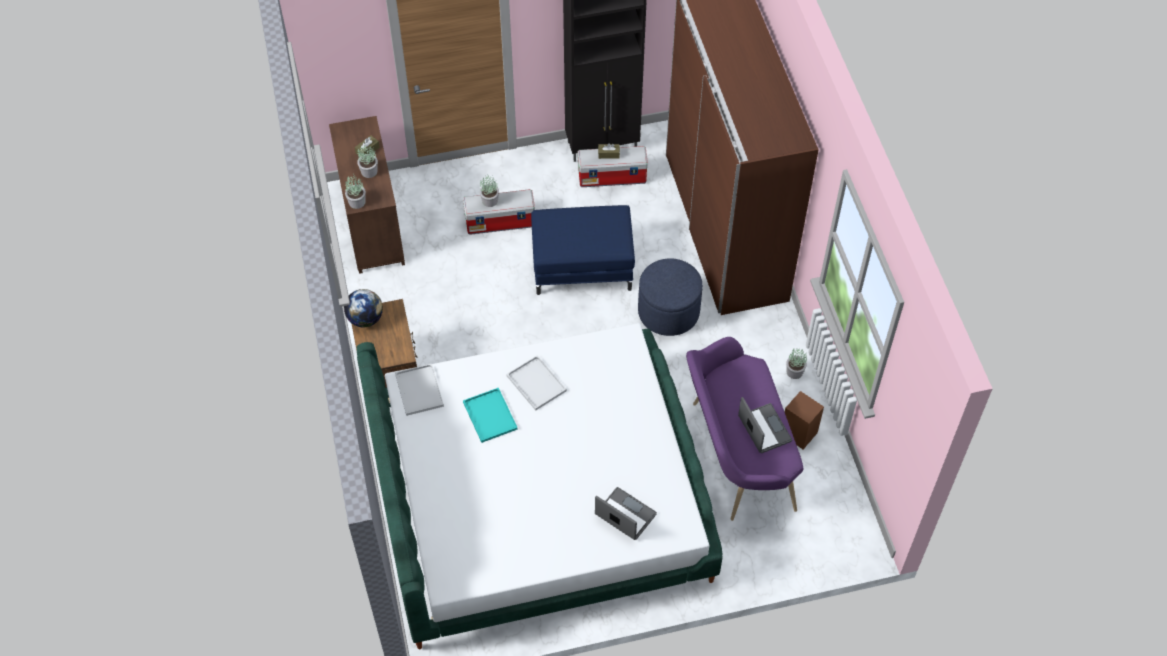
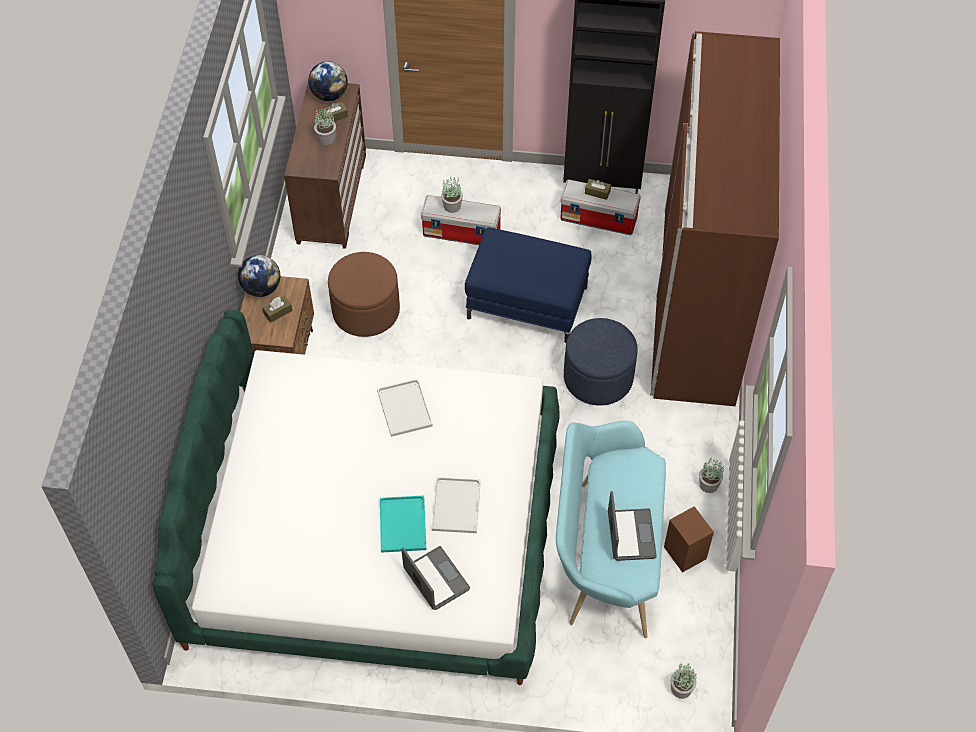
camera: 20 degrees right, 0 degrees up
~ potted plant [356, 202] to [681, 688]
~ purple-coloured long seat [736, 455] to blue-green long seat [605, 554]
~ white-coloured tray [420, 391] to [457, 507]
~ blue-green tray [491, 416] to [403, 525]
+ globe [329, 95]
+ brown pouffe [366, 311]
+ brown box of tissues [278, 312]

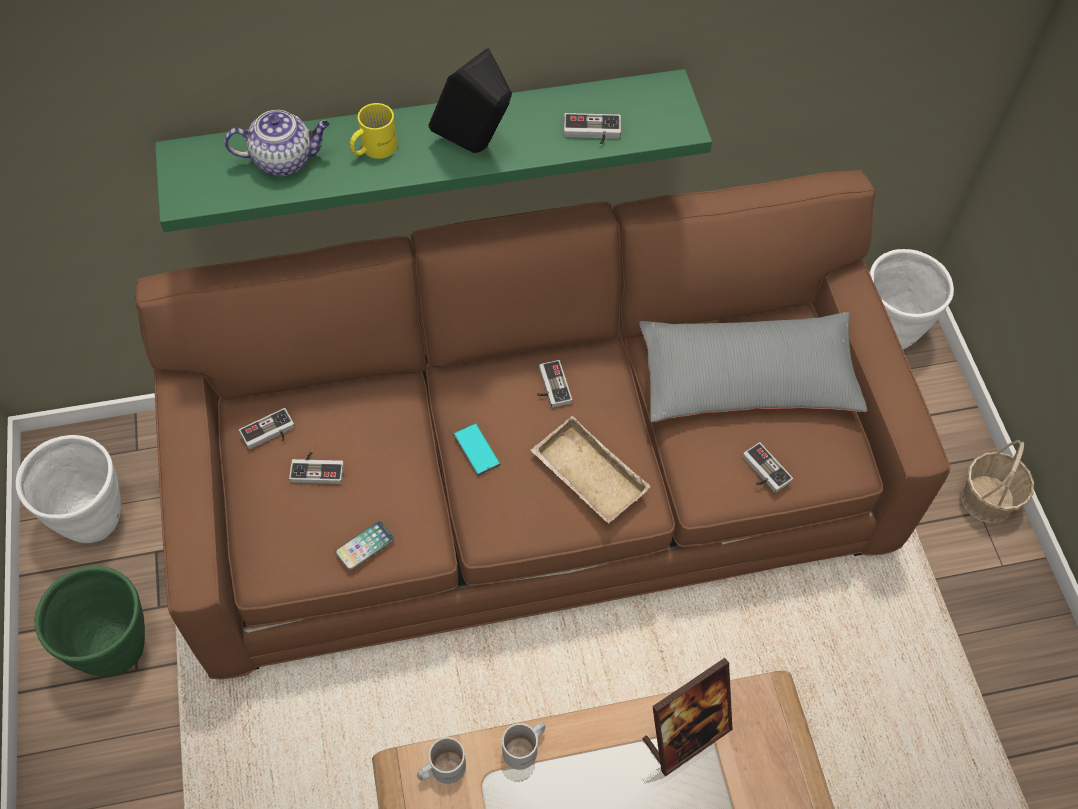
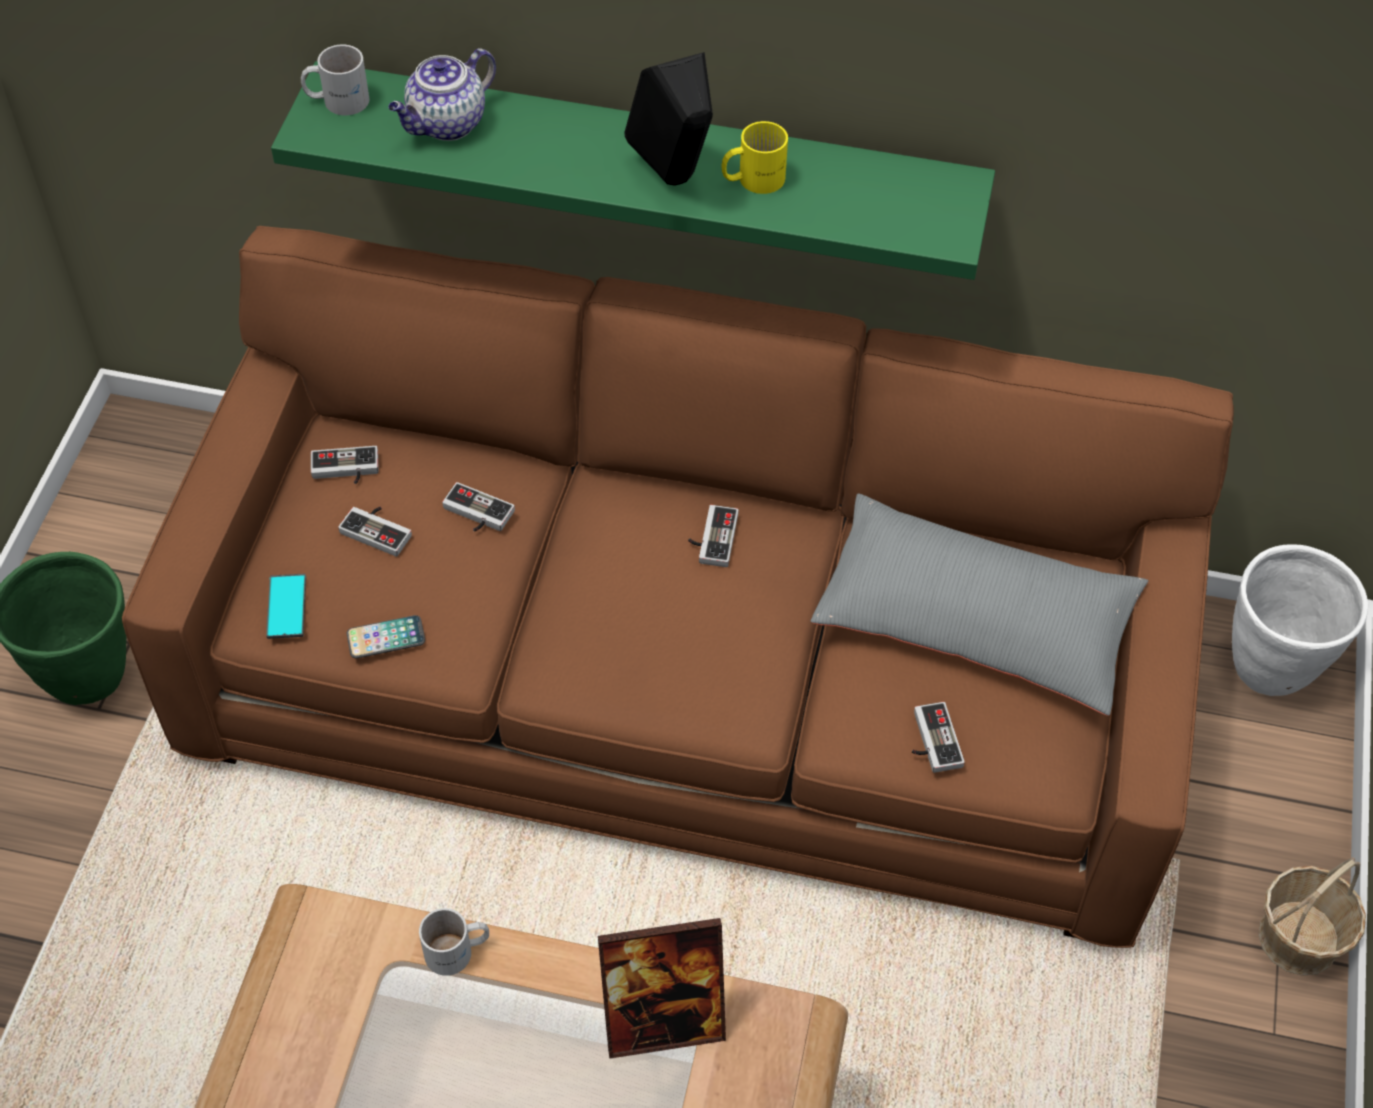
camera: 25 degrees right, 5 degrees down
~ yellow-coloured mug [372, 148] to [752, 178]
~ teapot [284, 160] = [446, 124] 120 degrees clockwise
~ game controller [592, 133] to [475, 515]
- beige-coloured tray [585, 476]
~ phone [476, 449] to [286, 607]
- white-coloured planter [93, 519]
~ white-coloured mug [441, 768] to [337, 99]

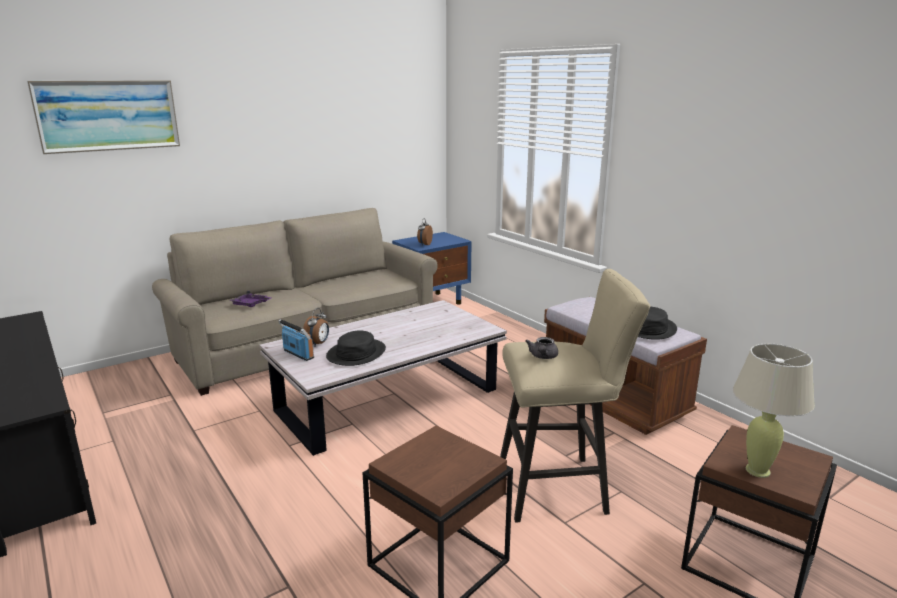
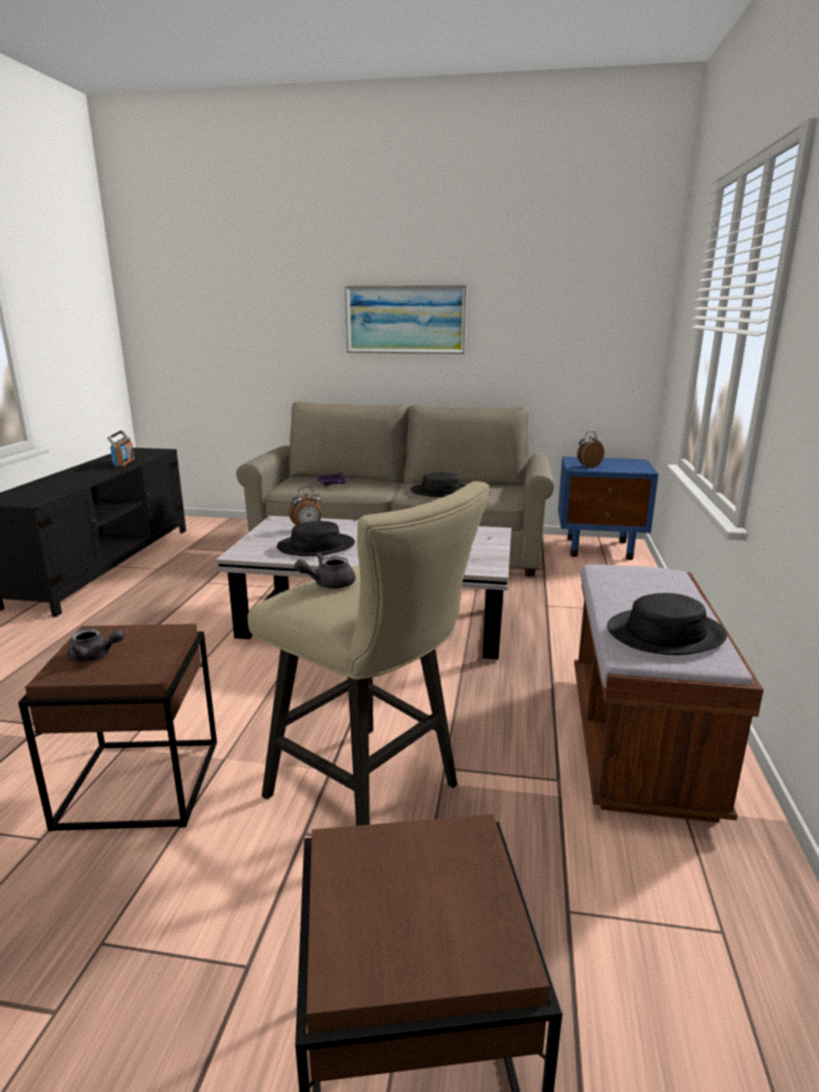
camera: 45 degrees right, 0 degrees up
~ wall picture [108, 115] to [405, 319]
~ radio set [298, 354] to [124, 464]
- beige-coloured lamp for a table [757, 470]
+ blackish clothing hat [440, 491]
+ gray teapot [95, 656]

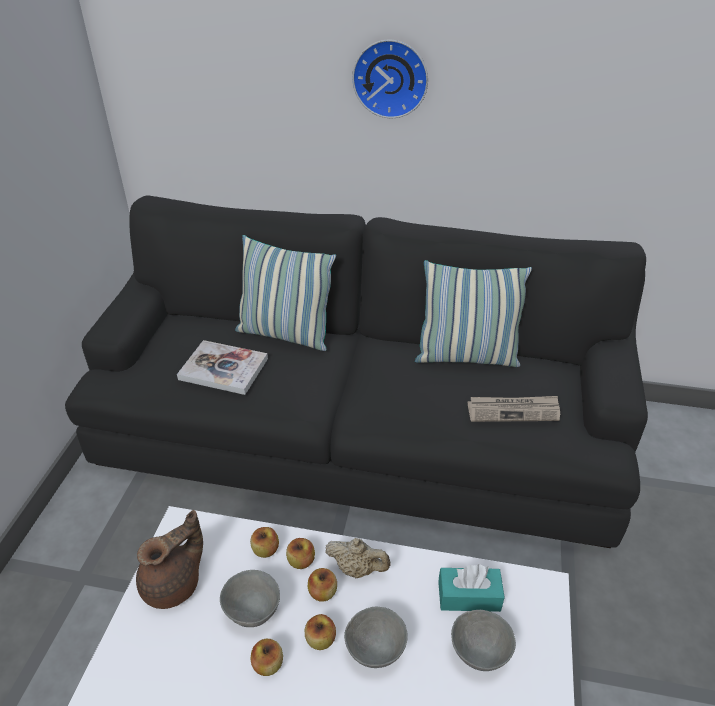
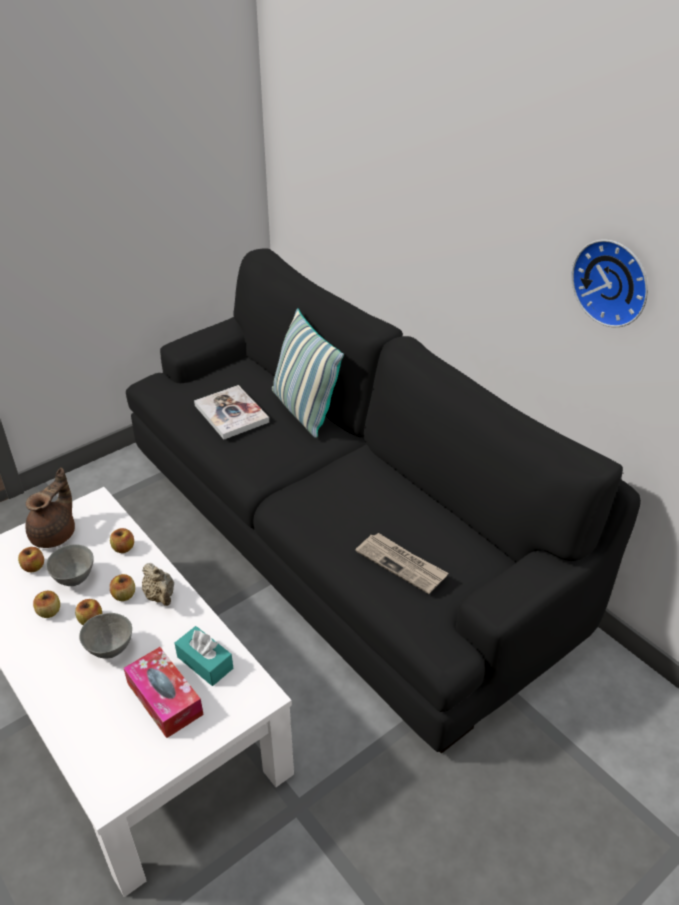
camera: 40 degrees right, 0 degrees up
~ clock on the wall [390, 78] to [613, 281]
- pillow [466, 357]
~ brown teapot [174, 584] = [55, 534] 60 degrees counterclockwise
~ apple fruit [301, 561] to [34, 567]
~ gray serving bowl [478, 655] to box of tissues [165, 699]

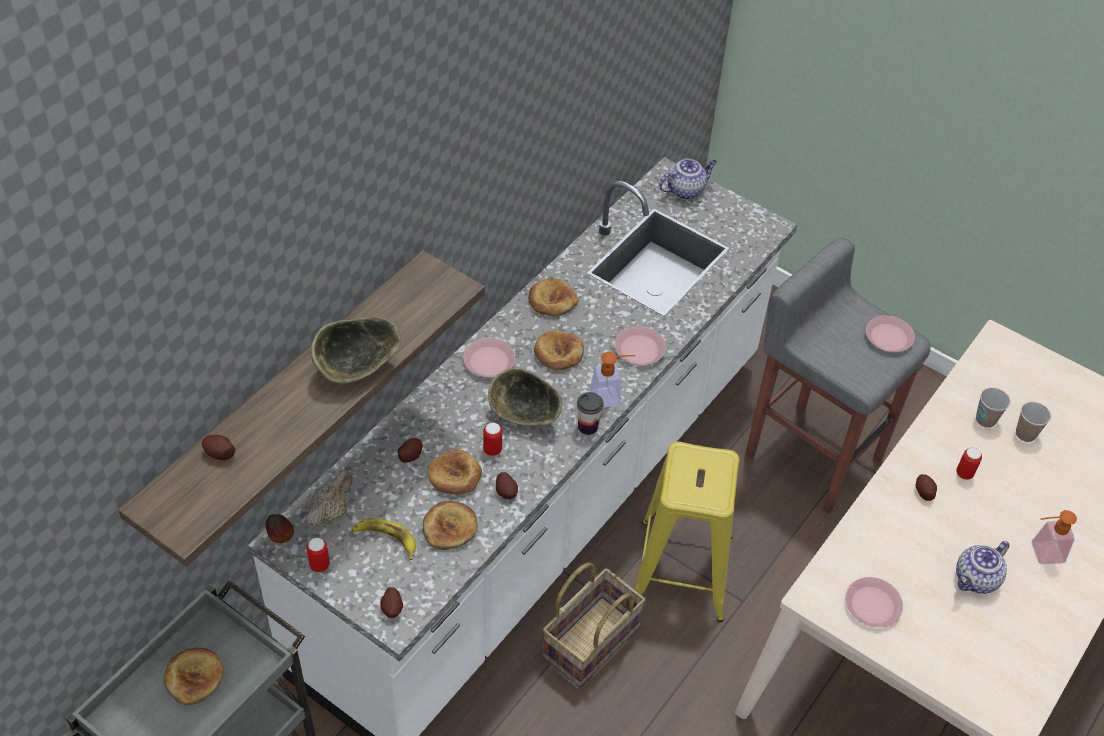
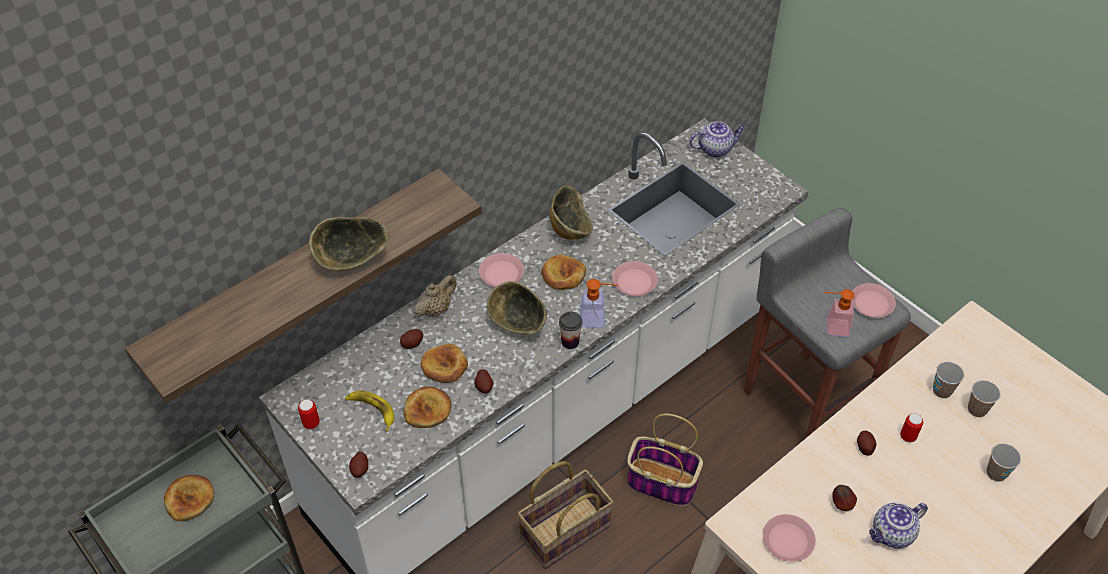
camera: 15 degrees right, 0 degrees up
~ baked bread [552, 300] to serving bowl [570, 229]
- sealed can [492, 450]
- potato [219, 453]
~ yellow-coloured sitting stool [681, 570] to storage basket [660, 482]
~ beige-coloured teapot [331, 513] to [436, 309]
~ soap bottle [1041, 553] to [832, 327]
~ apple fruit [280, 537] to [841, 505]
+ cup [996, 473]

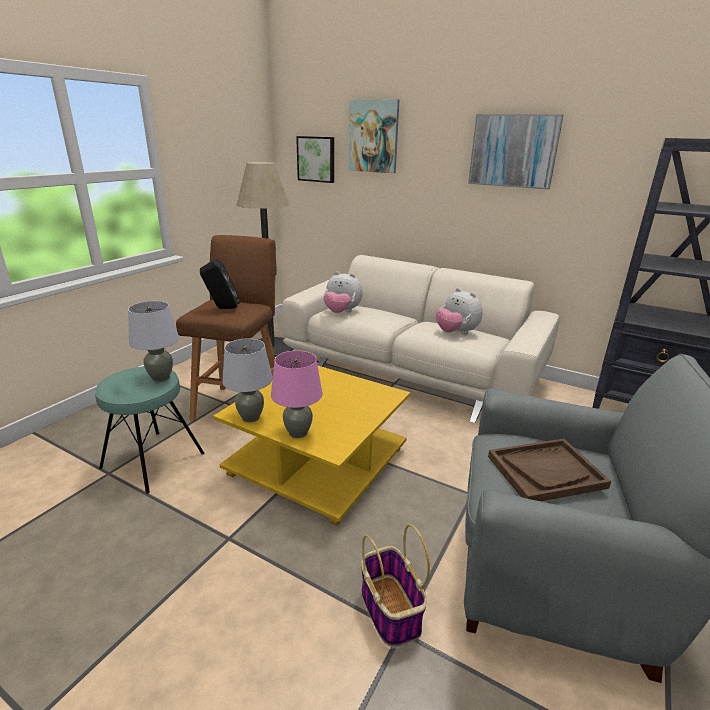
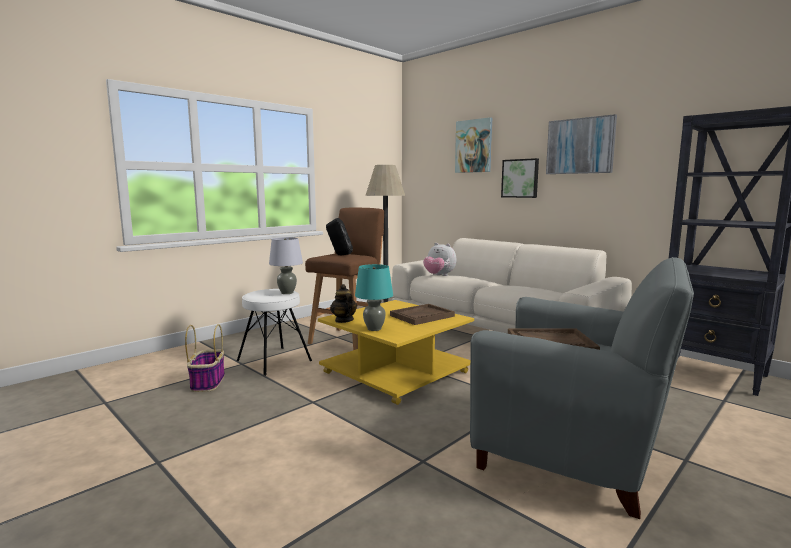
camera: 15 degrees right, 15 degrees down
~ wall picture [316, 159] to [520, 178]
- plush toy [456, 333]
~ gray lamp for a table [251, 417] to teapot [343, 320]
~ pink-coloured lamp for a table [298, 433] to blue-green lamp for a table [374, 329]
~ blue-green sitting stool [153, 460] to white-coloured sitting stool [274, 361]
~ storage basket [389, 609] to [208, 382]
+ brown tray [422, 316]

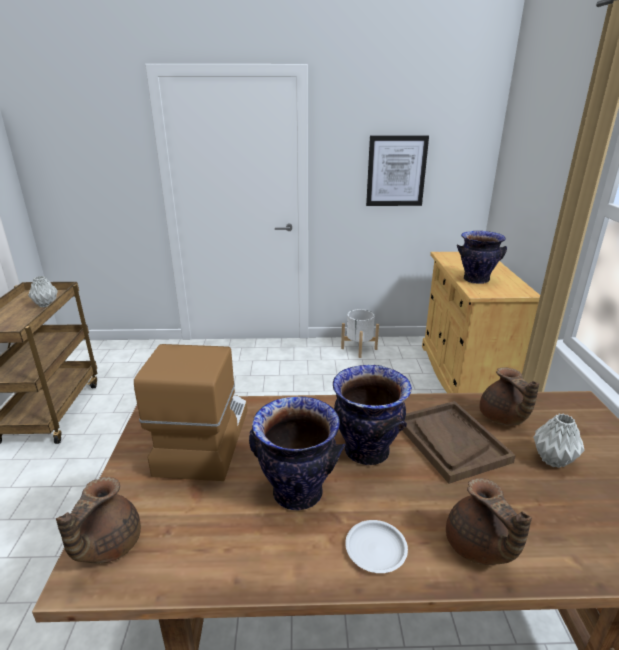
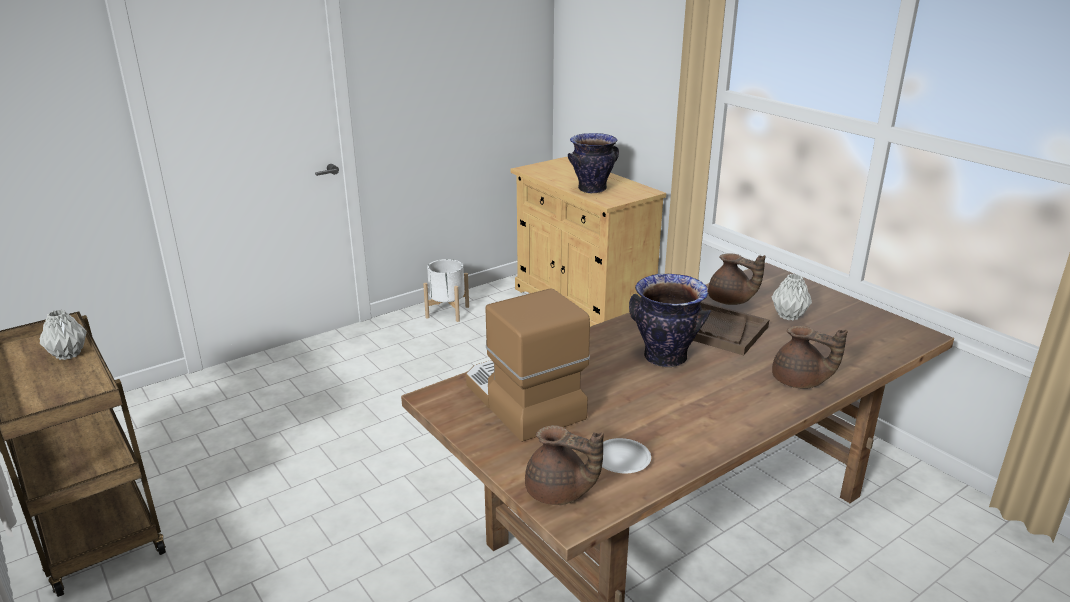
camera: 35 degrees left, 0 degrees up
- wall picture [396, 171]
- flower vase [298, 492]
~ brown teapot [107, 545] = [559, 493] 45 degrees counterclockwise
~ white-coloured dinner plate [376, 549] to [622, 459]

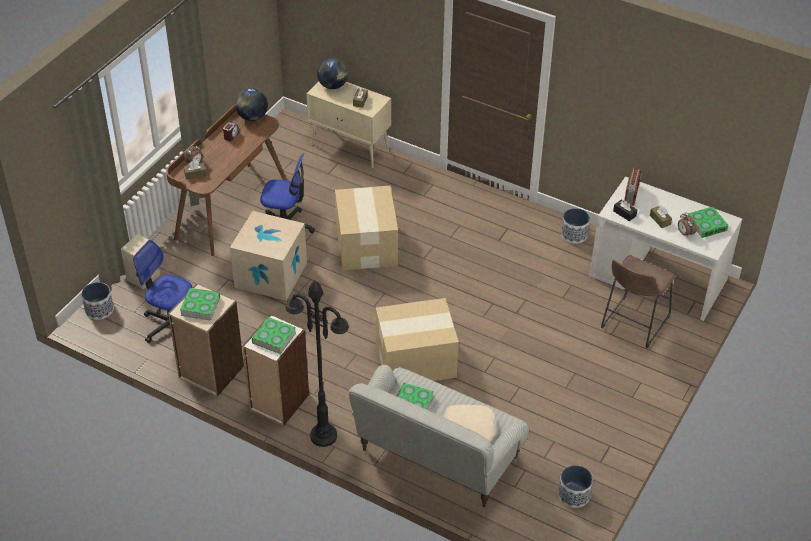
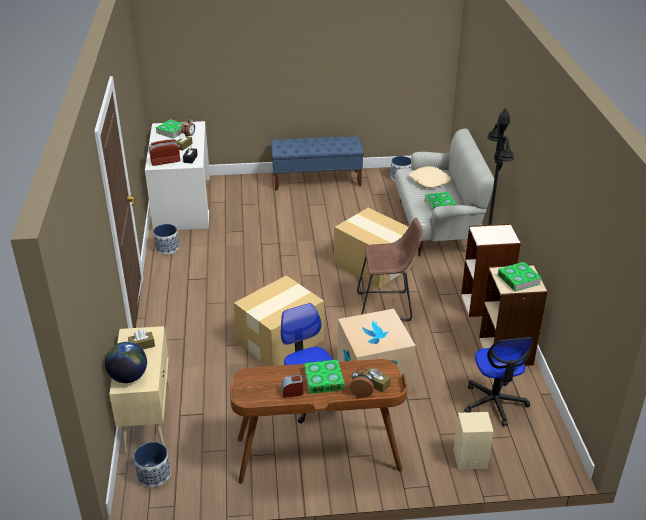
camera: 125 degrees left, 10 degrees down
- globe [252, 117]
~ brown sitting stool [633, 324] to [388, 307]
~ planter [99, 310] to [154, 475]
~ bound book [274, 338] to [324, 380]
+ blue long seat [317, 180]

